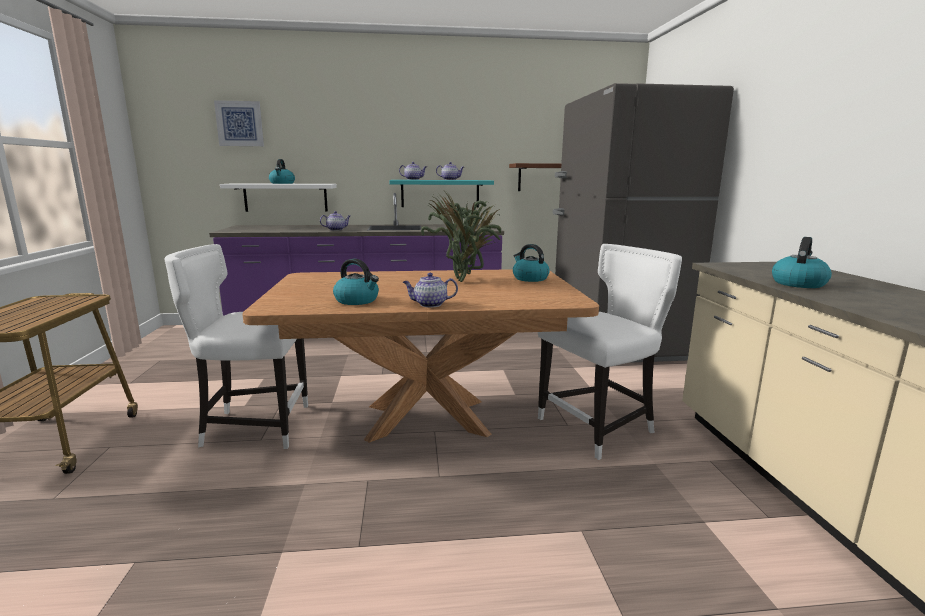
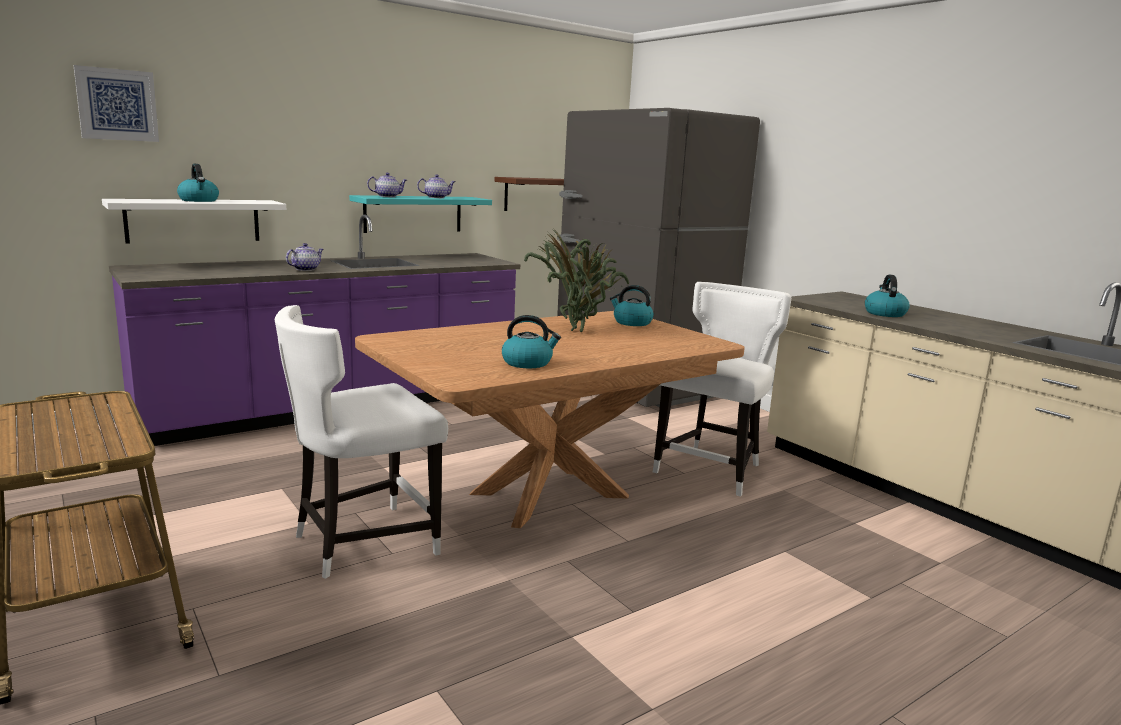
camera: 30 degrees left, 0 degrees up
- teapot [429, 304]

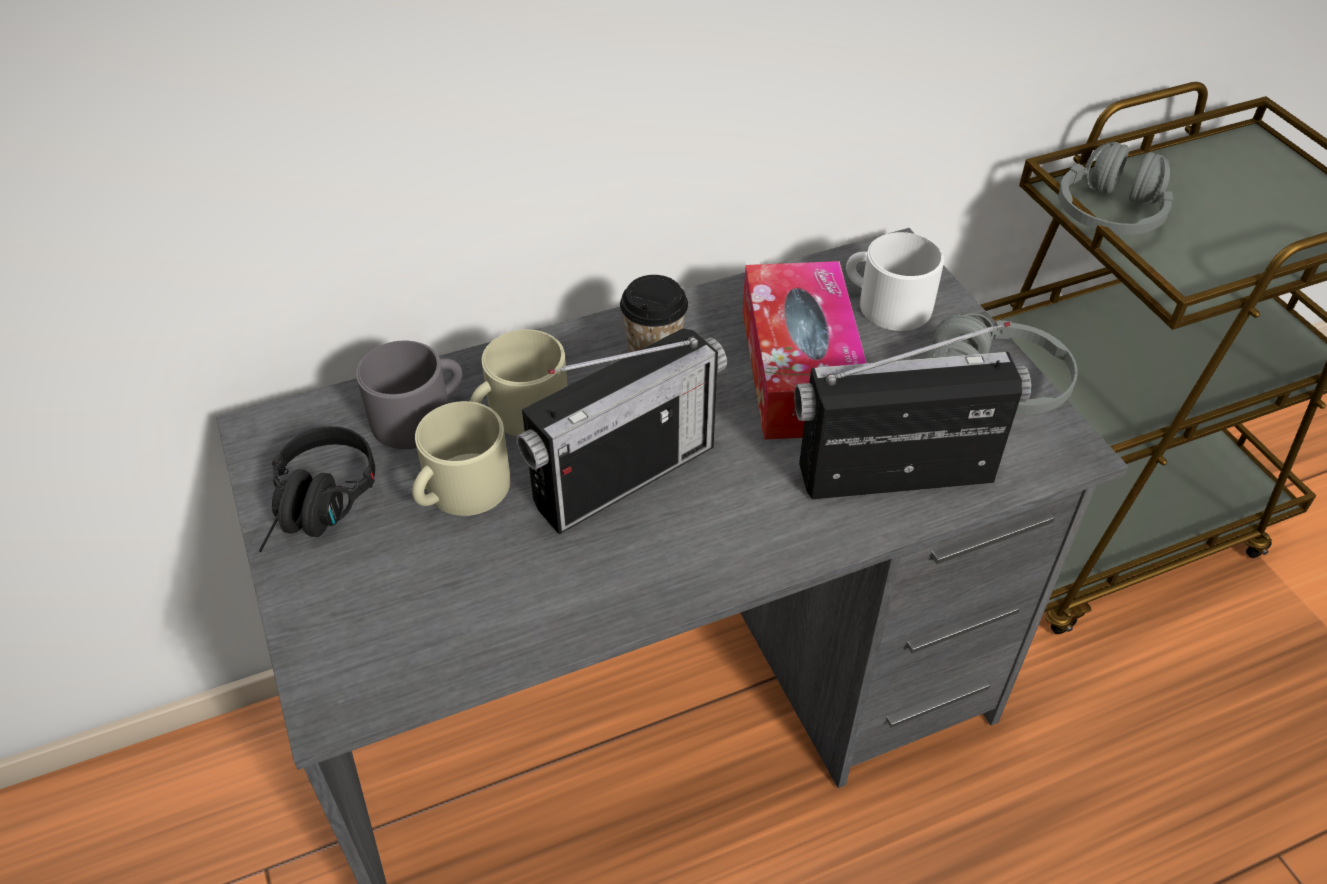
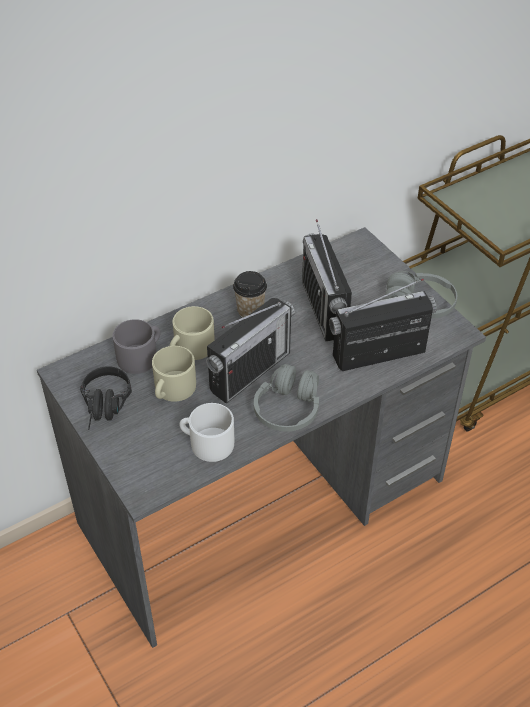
camera: 10 degrees left, 0 degrees up
~ gray headphones [1110, 213] to [288, 409]
~ white-coloured mug [886, 303] to [207, 443]
~ box of tissues [800, 370] to radio set [324, 309]

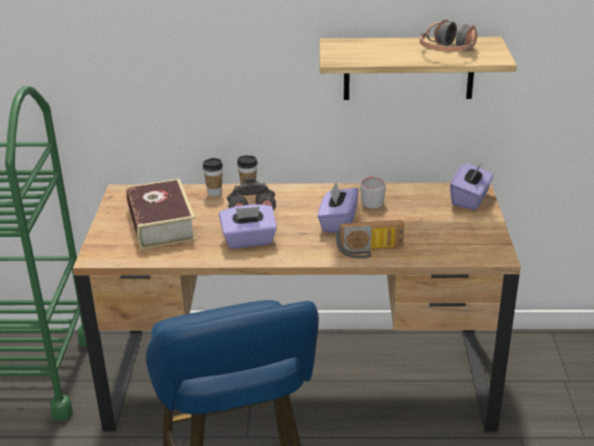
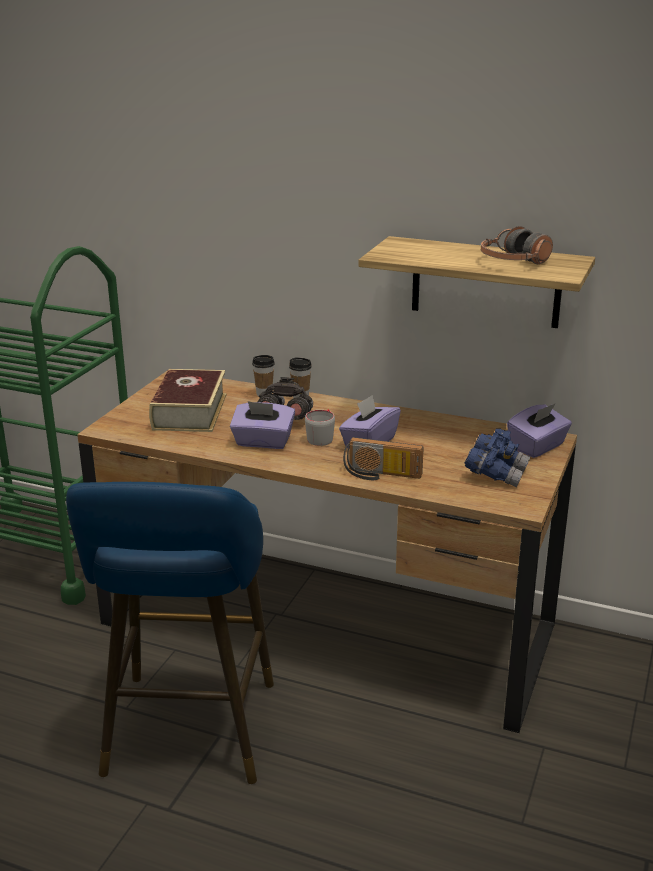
camera: 20 degrees right, 5 degrees down
~ gray mug [371, 200] to [321, 437]
+ blue binoculars [496, 474]

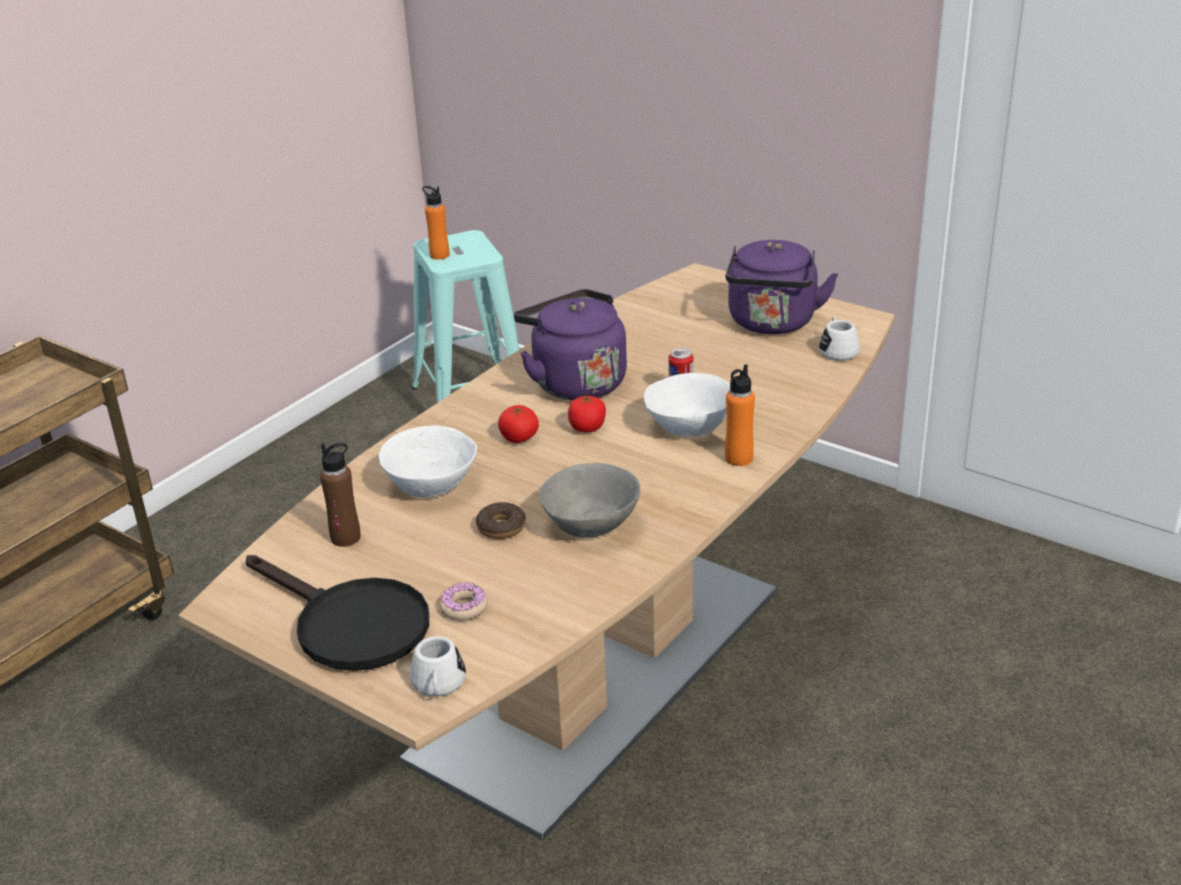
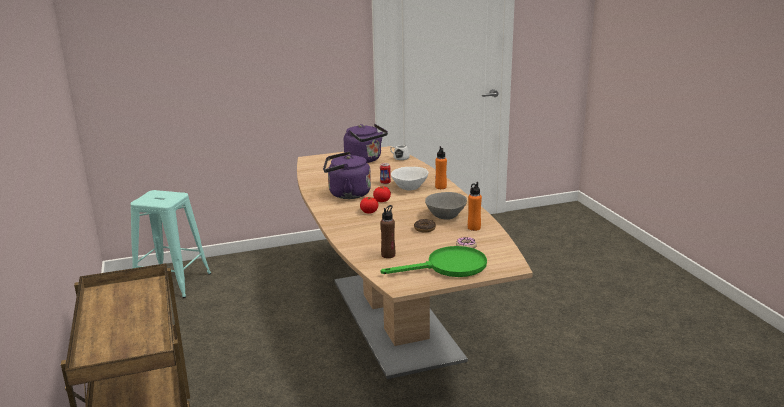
camera: 55 degrees left, 10 degrees down
~ orange bottle [439, 255] to [474, 228]
- white-coloured serving bowl [430, 486]
~ blackish pan [349, 624] to green pan [448, 267]
- white-coloured mug [438, 685]

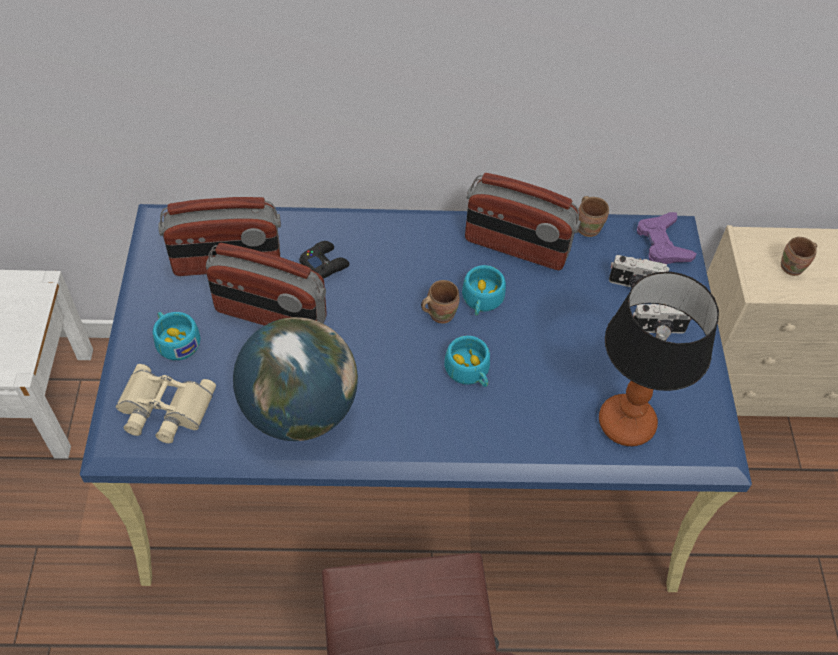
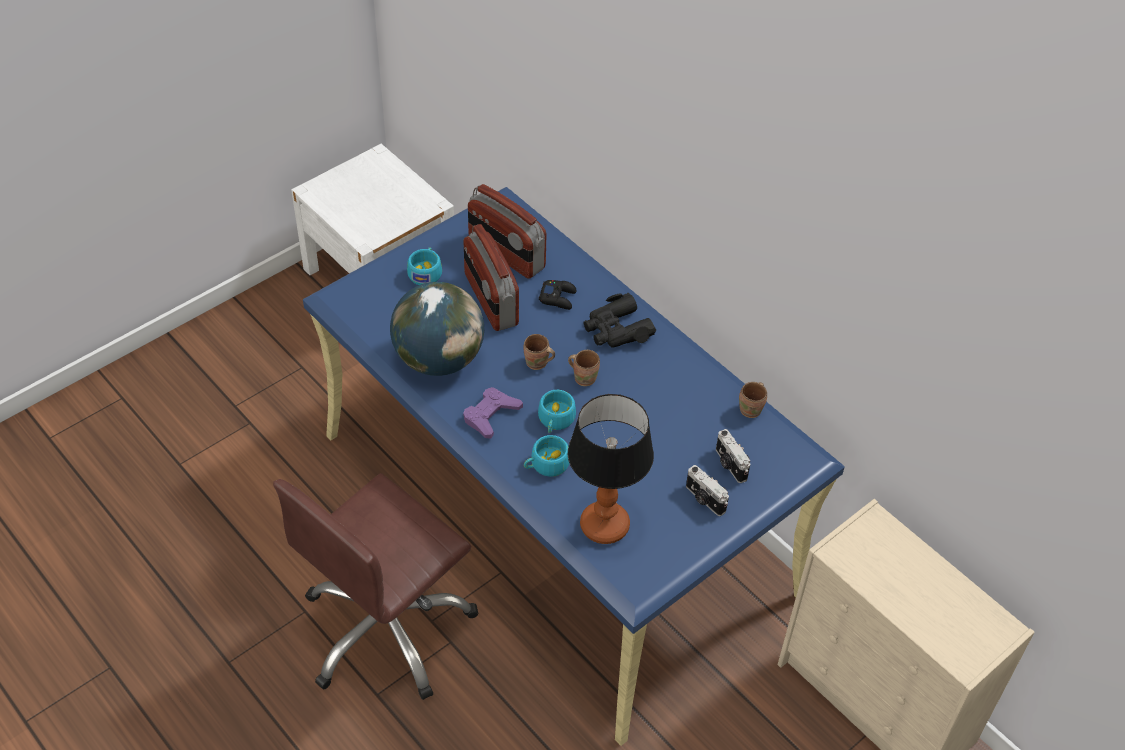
camera: 50 degrees right, 5 degrees down
- radio set [516, 247]
~ purple-coloured game controller [662, 244] to [491, 415]
~ brown mug [793, 268] to [537, 364]
~ blue-green cup [481, 301] to [546, 465]
- beige-coloured binoculars [163, 409]
+ blackish binoculars [616, 330]

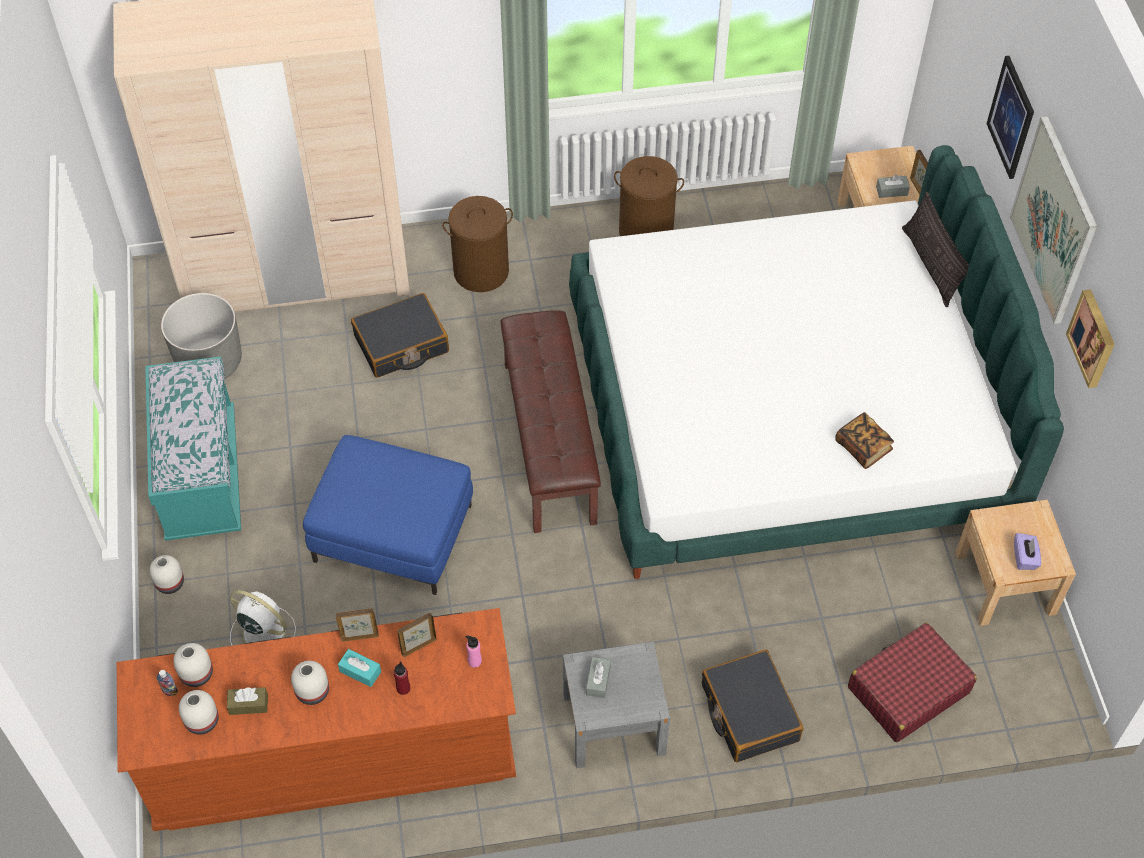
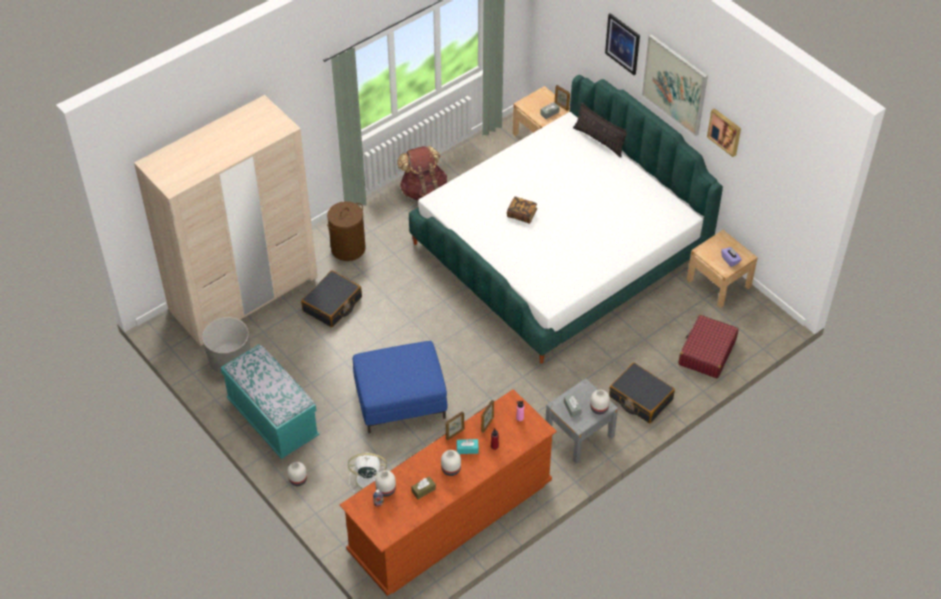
camera: 30 degrees left, 5 degrees down
~ brown washing basket [646, 231] to brown backpack [423, 190]
- brown long seat [550, 442]
~ bound book [863, 447] to [521, 214]
~ white-coloured flower vase [202, 722] to [599, 408]

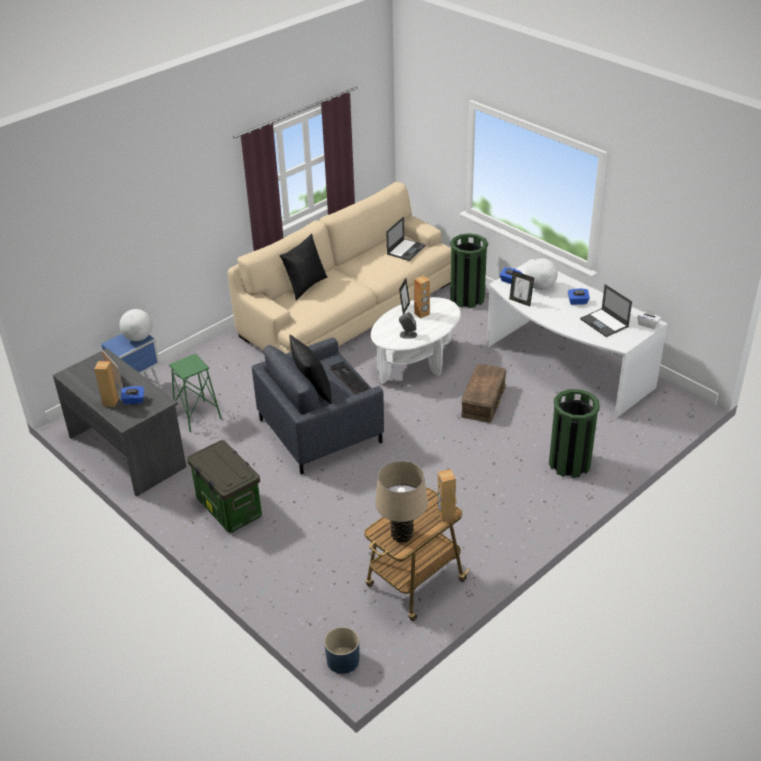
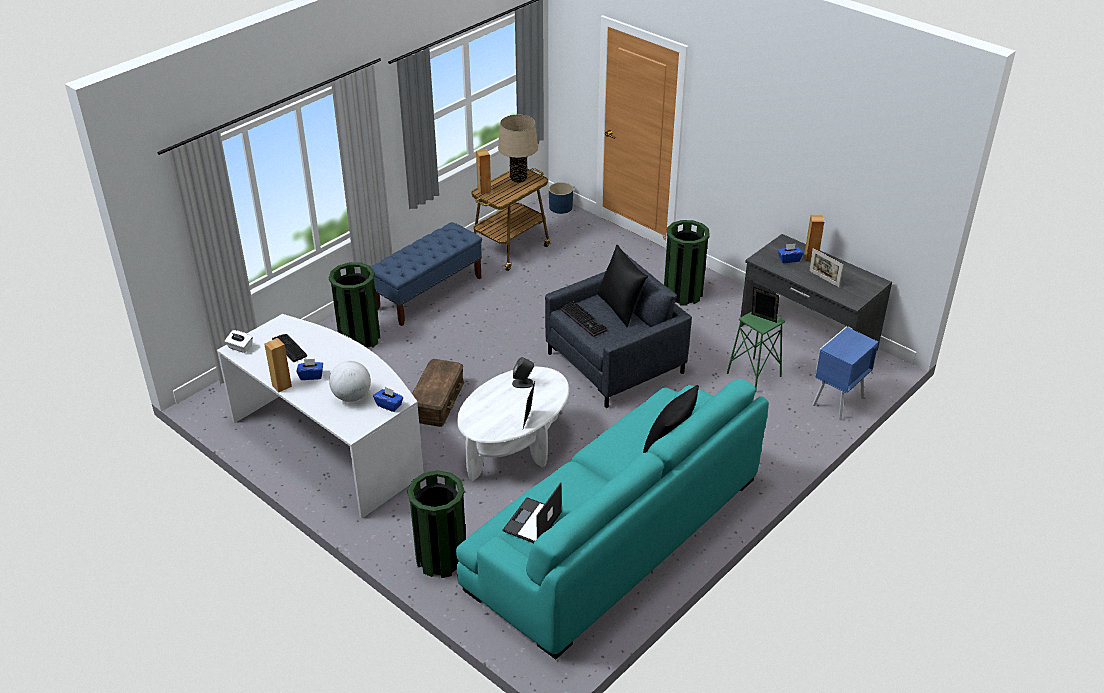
camera: 175 degrees right, 0 degrees up
~ beige-coloured sofa [349, 309] to blue-green sofa [614, 532]
~ standing frame [520, 301] to [763, 319]
~ brown loudspeaker [422, 314] to [281, 386]
~ portable computer [605, 323] to computer keyboard [290, 348]
- globe [138, 338]
~ storage bin [228, 508] to green waste bin [683, 294]
+ blue long seat [429, 293]

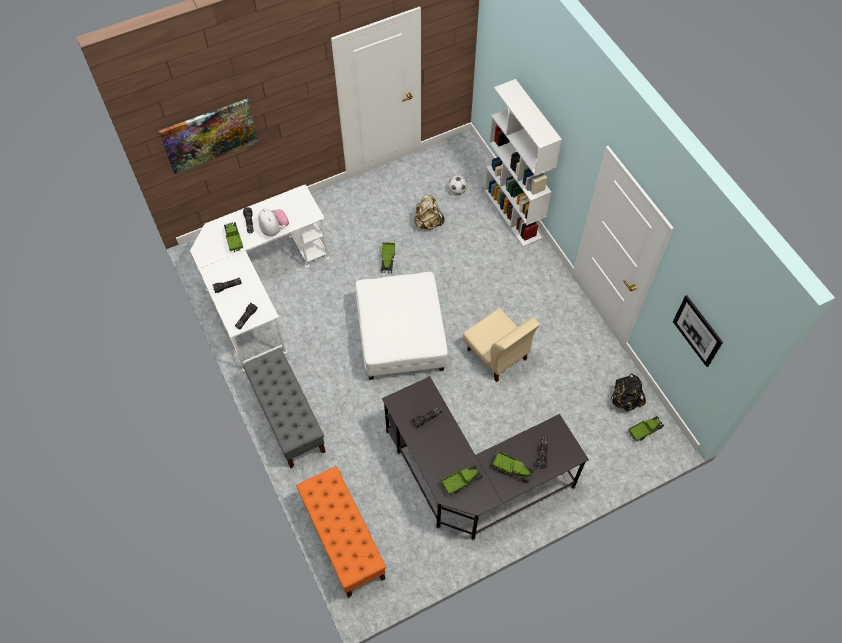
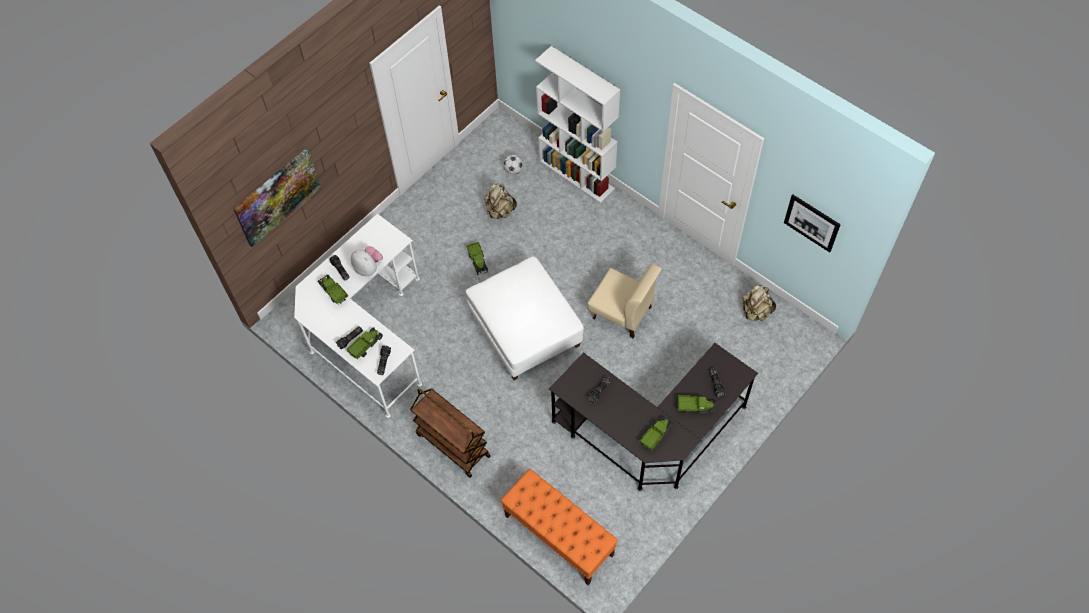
camera: 20 degrees left, 0 degrees up
~ gray long seat [287, 417] to brown cart [452, 445]
~ blackish backpack [625, 400] to beige-coloured backpack [755, 311]
~ toy truck [644, 430] to [365, 346]

